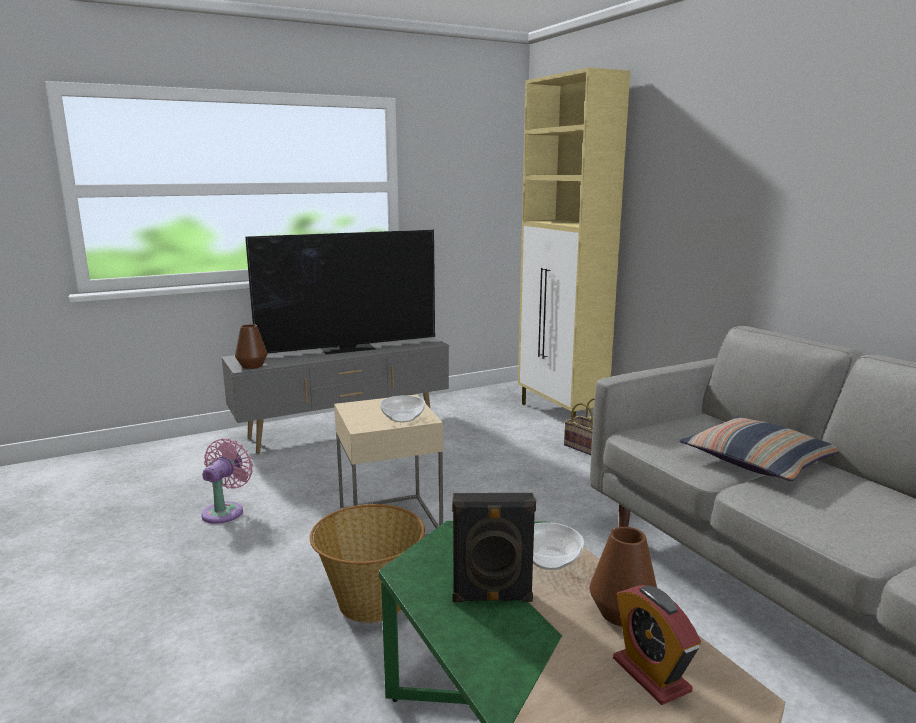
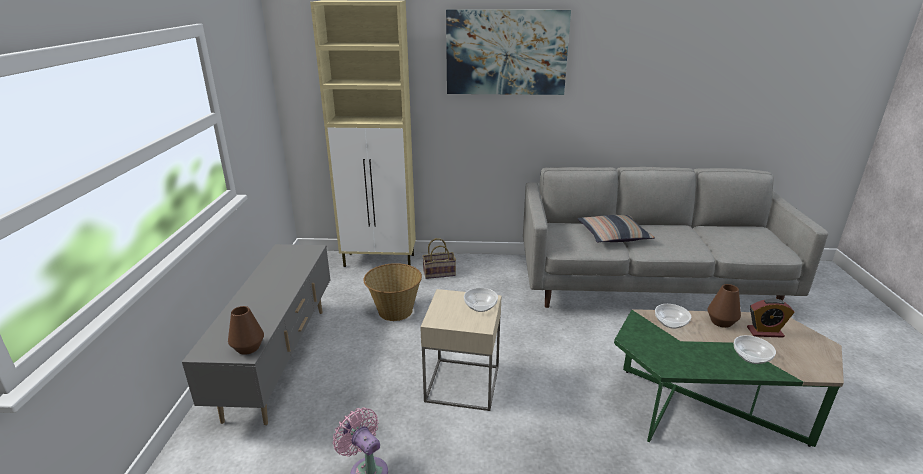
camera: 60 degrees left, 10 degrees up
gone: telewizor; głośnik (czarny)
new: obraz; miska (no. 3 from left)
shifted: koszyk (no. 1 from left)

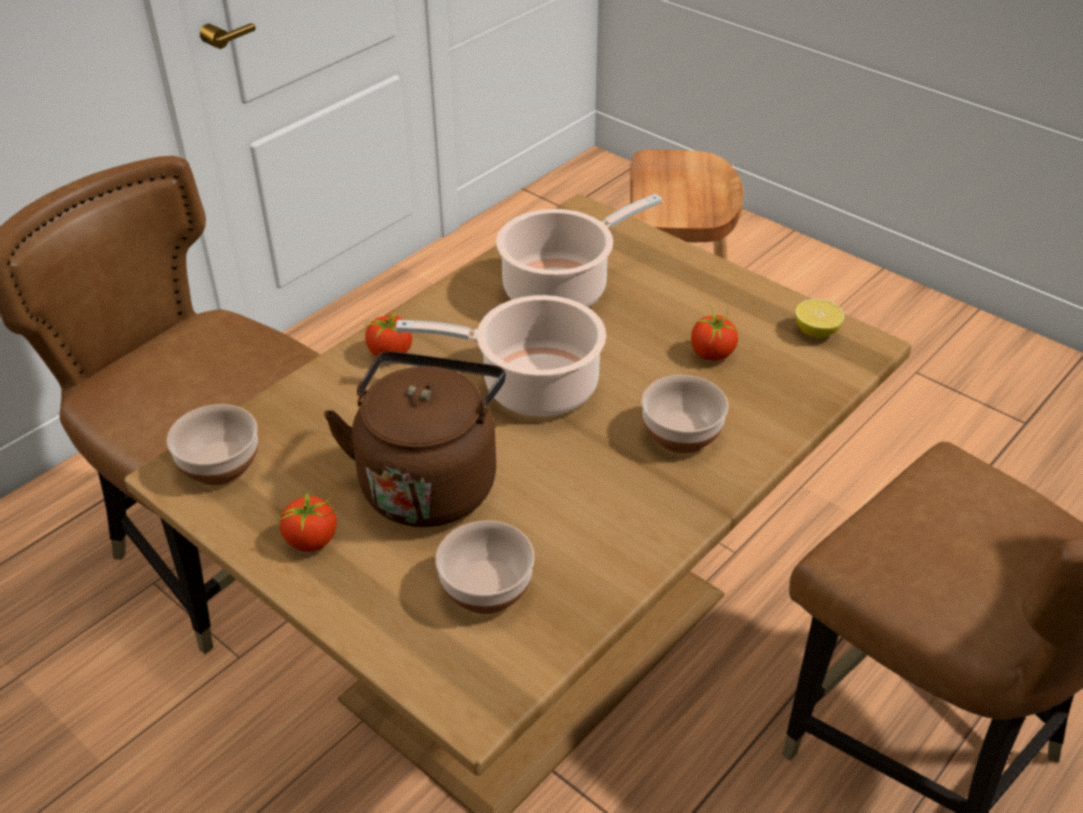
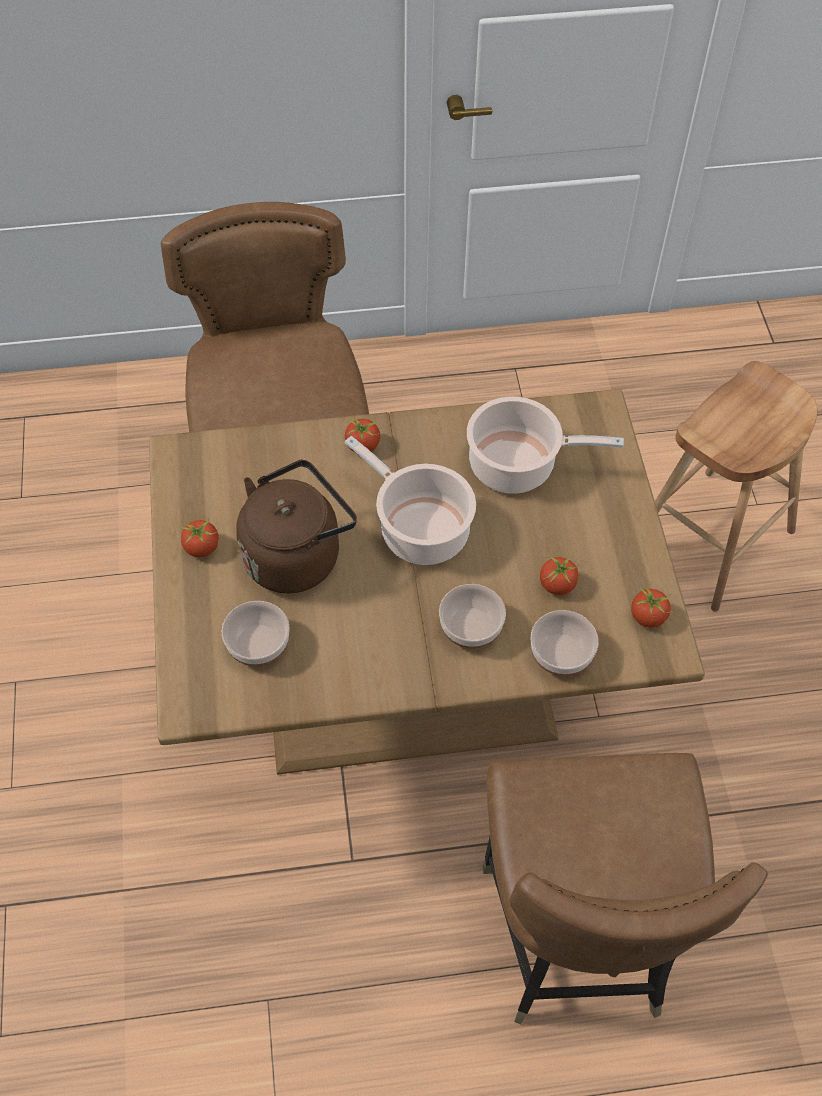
camera: 40 degrees right, 15 degrees up
shifted: miska (no. 1 from left in the first image) to miska (no. 3 from left)
swapped: cytryna to pomidor (no. 4 from left)

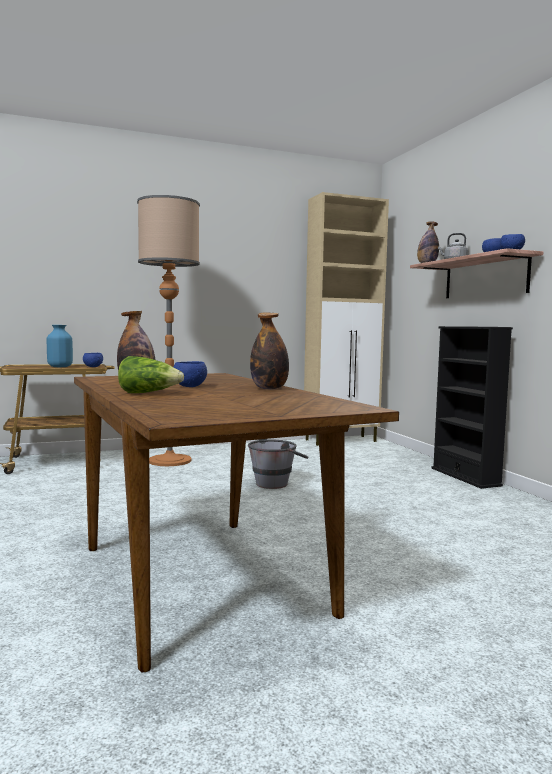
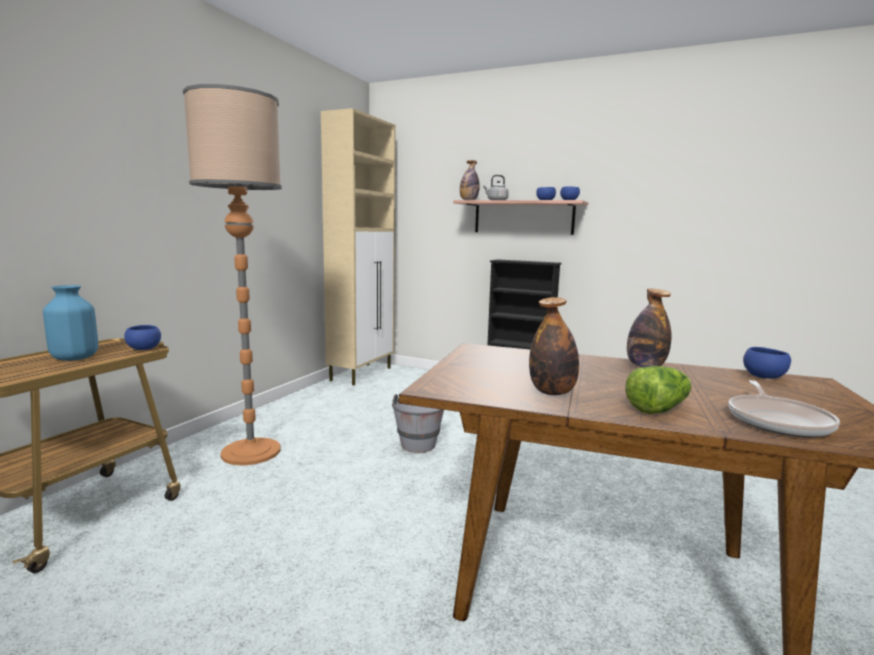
camera: 45 degrees left, 5 degrees up
new: patelnia
shifted: miska (niebieski) (no. 2 from left in the first image) to miska (niebieski) (no. 4 from left)

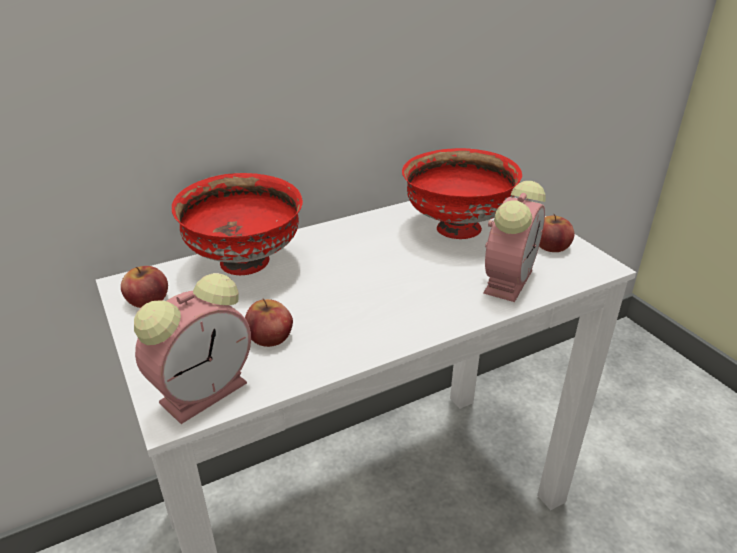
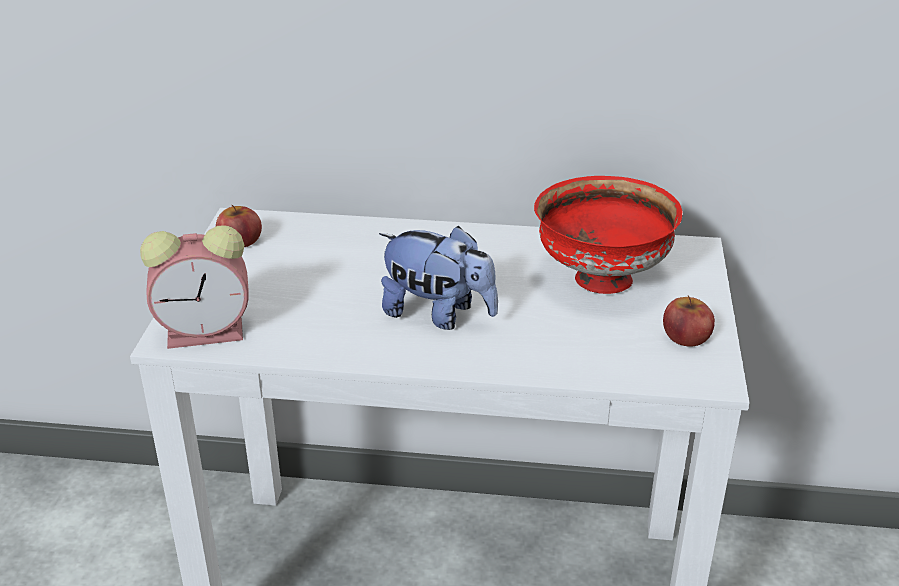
camera: 35 degrees right, 0 degrees up
gone: miska (czerwony) (no. 1 from left); jabłko (no. 2 from left); budzik (no. 2 from left)
new: pluszak

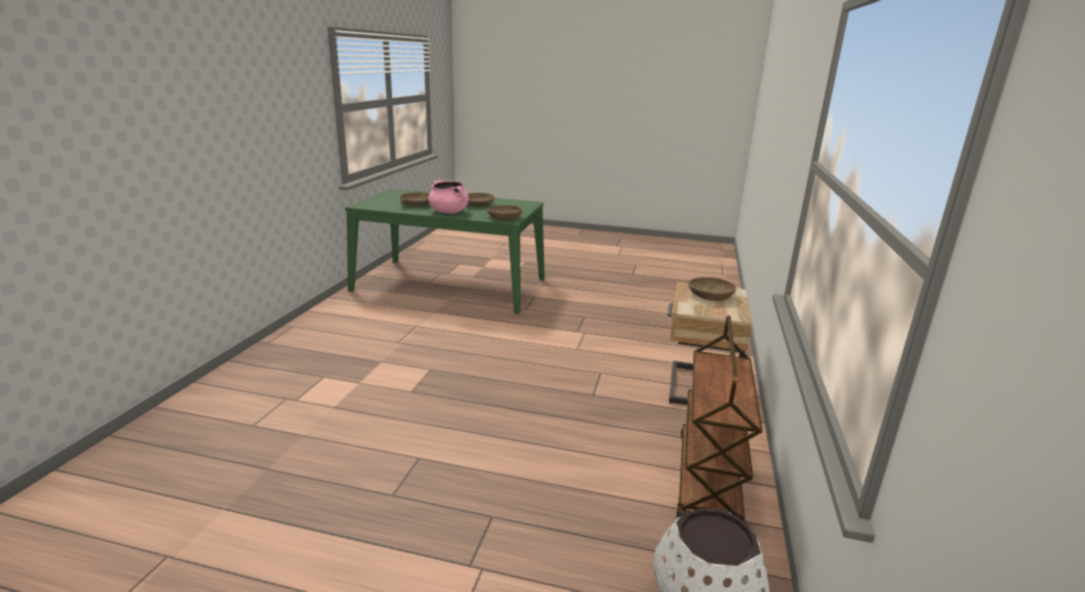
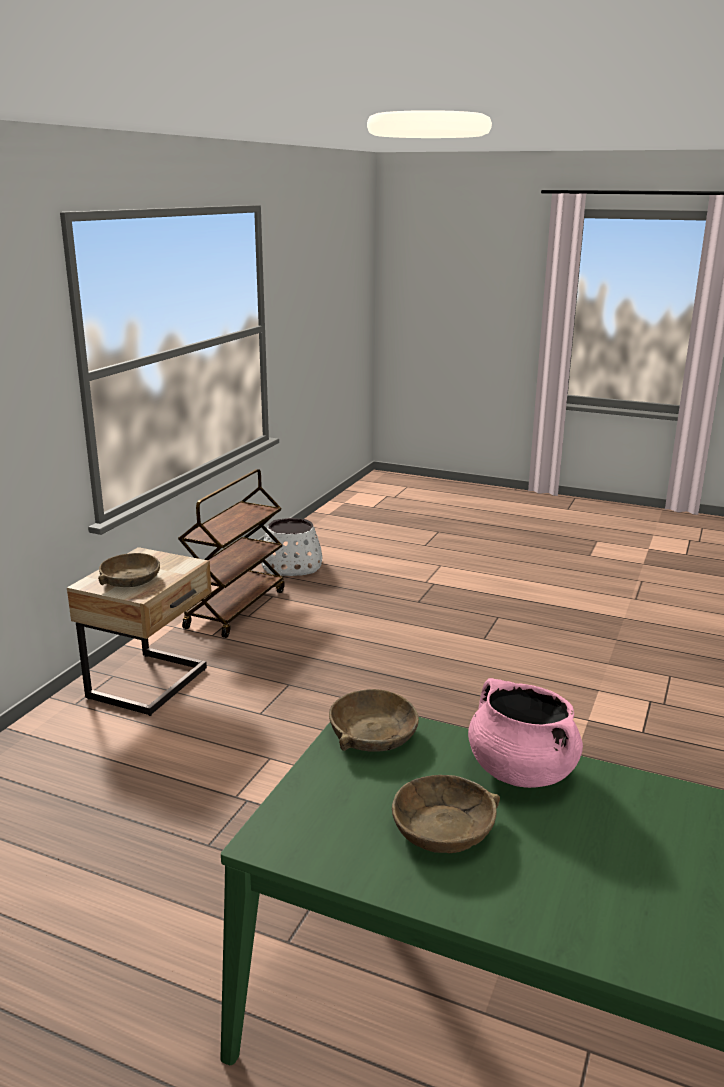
camera: 170 degrees left, 0 degrees up
gone: miska (brązowy) (no. 1 from left)

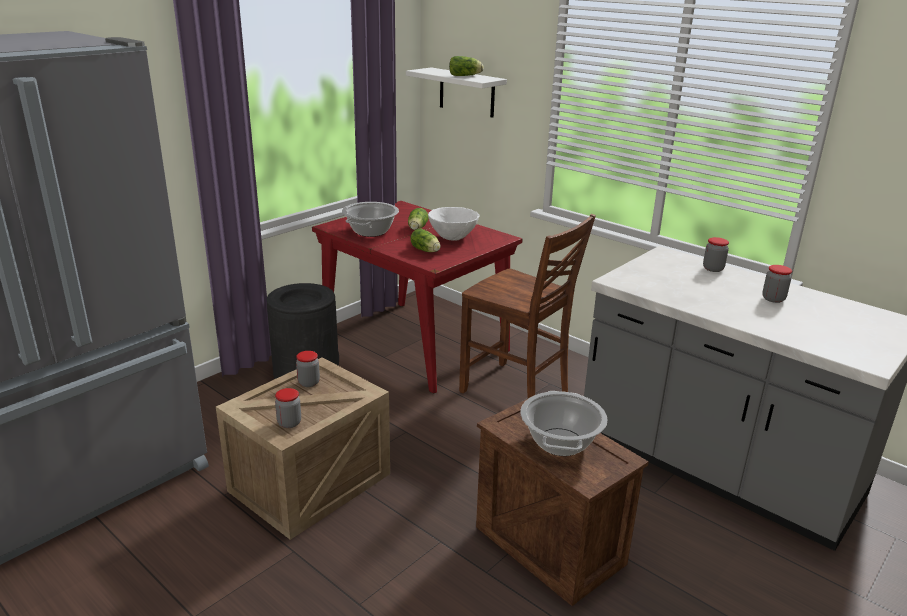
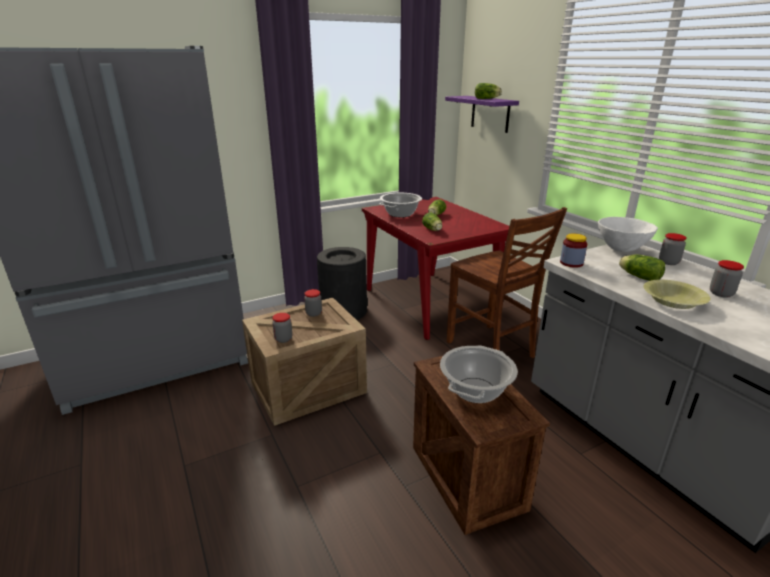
camera: 20 degrees right, 0 degrees up
new: słoik (no. 3 from left); sałata (no. 4 from left); miska (żółty)
shifted: miska (biały)
repainted: półka (biały) to półka (fioletowy)

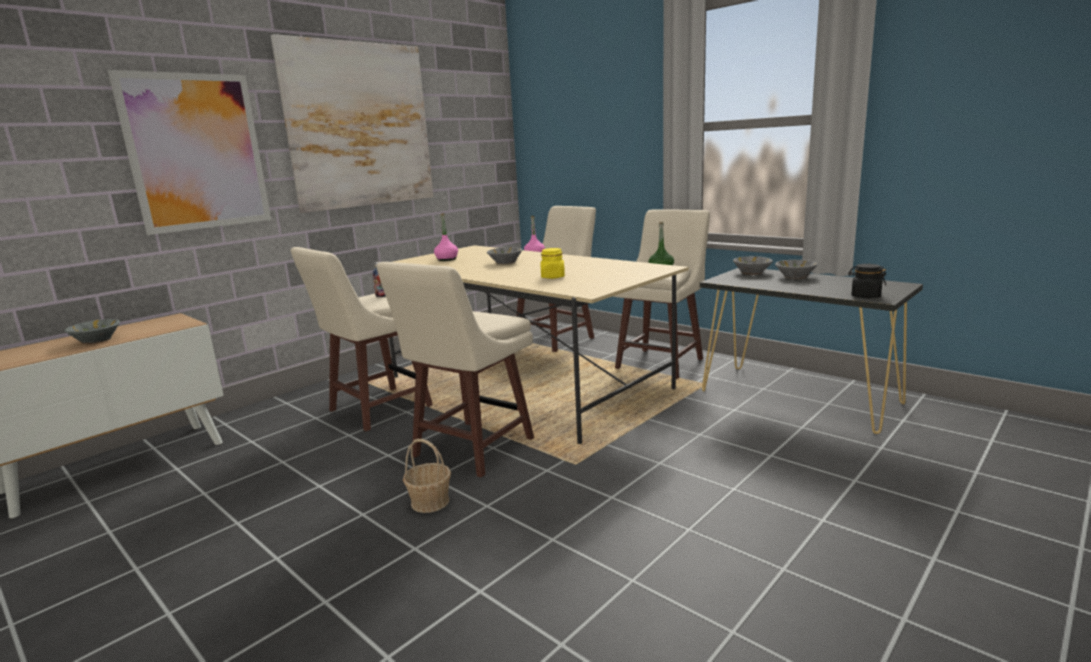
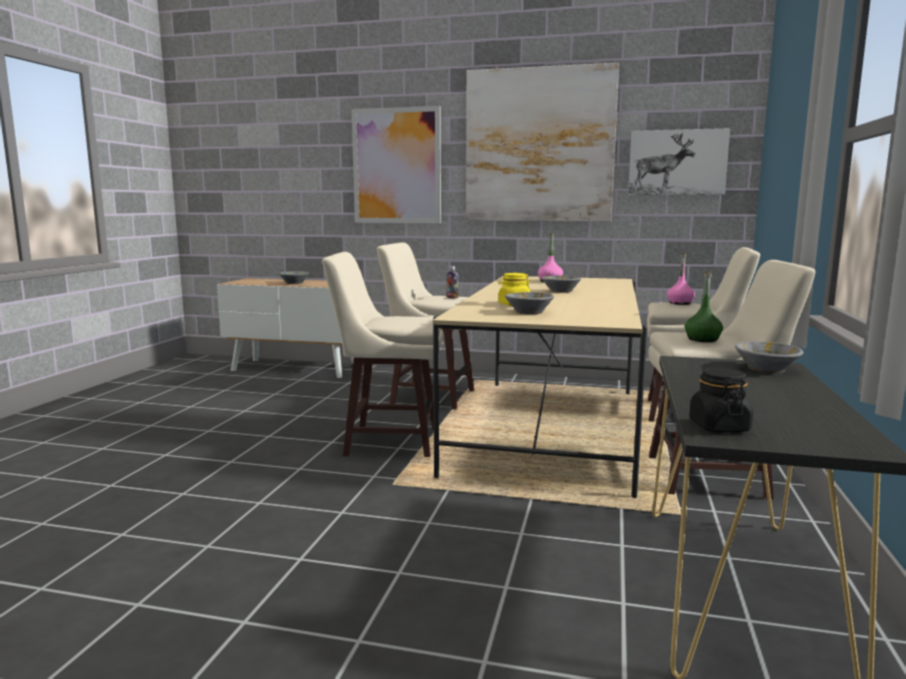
camera: 60 degrees right, 5 degrees down
gone: koszyk
new: obraz (no. 3 from left)
shifted: miska (szary) (no. 4 from left in the first image) to miska (szary) (no. 2 from left)

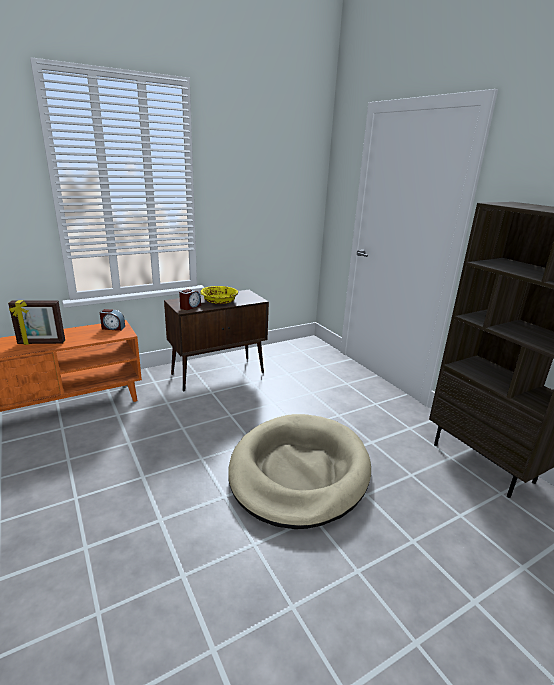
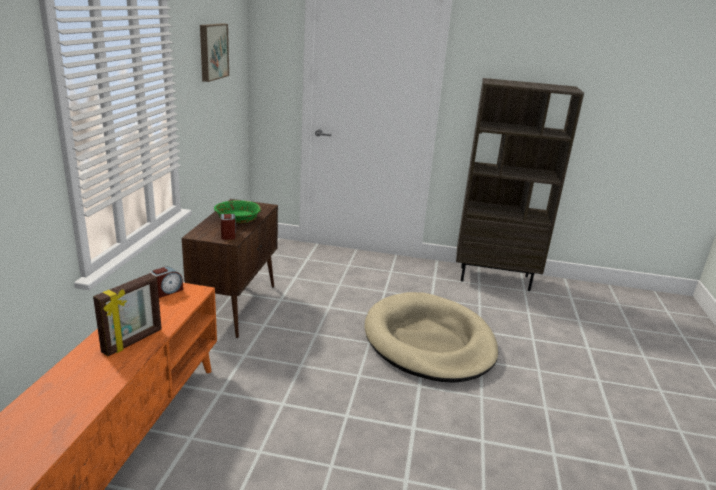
camera: 50 degrees left, 0 degrees up
new: obraz
repainted: miska (żółty) to miska (zielony)

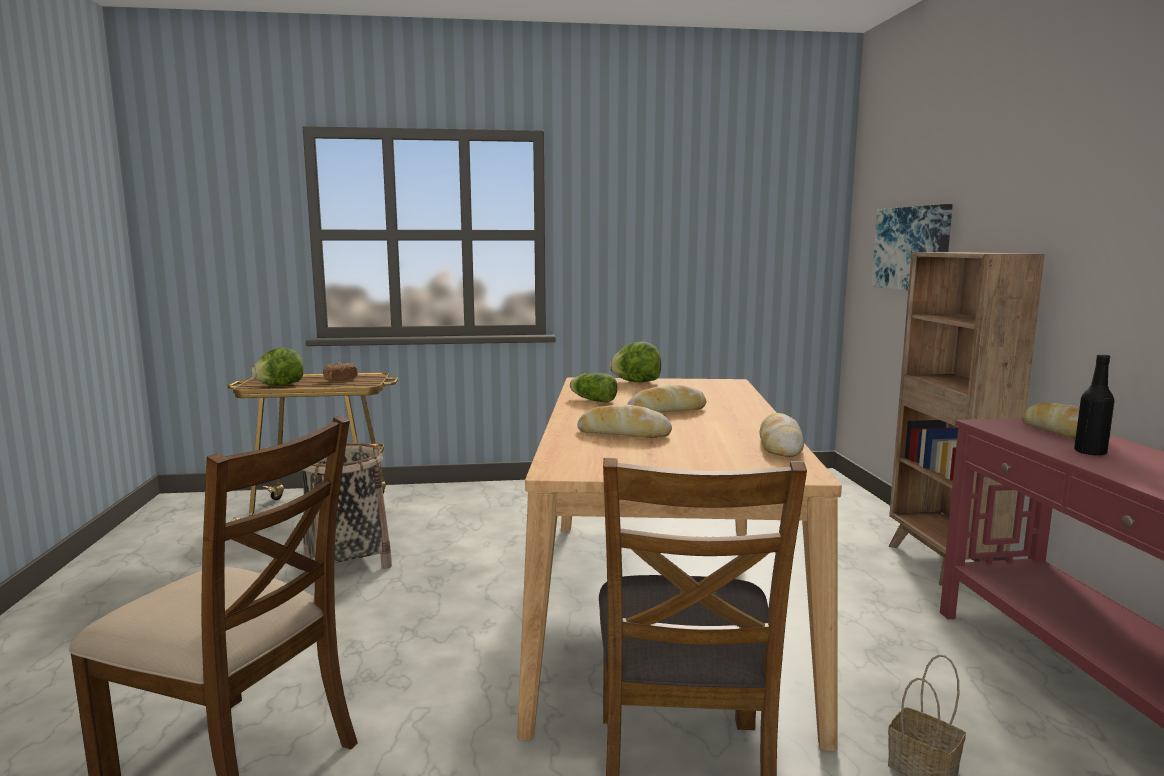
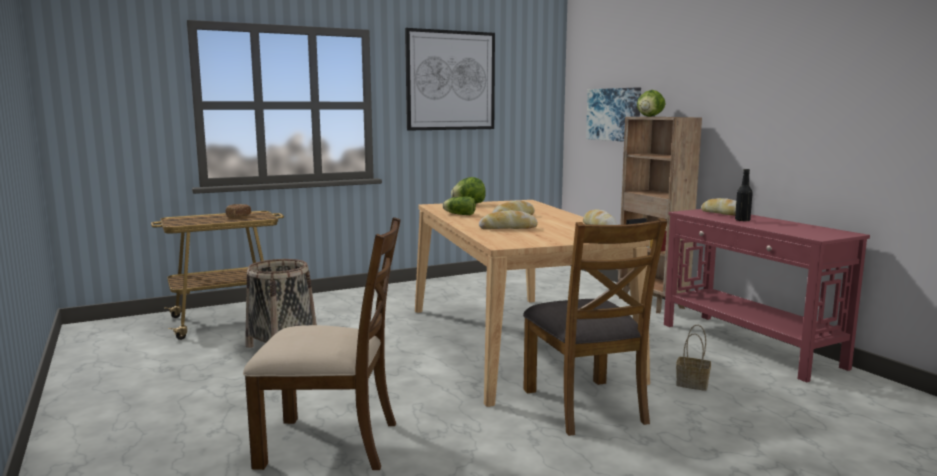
camera: 20 degrees left, 0 degrees up
new: obraz (no. 1 from left)
shifted: sałata (no. 1 from left in the first image) to sałata (no. 3 from left)

